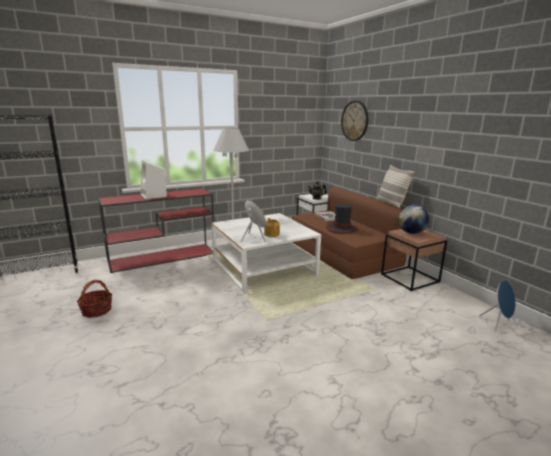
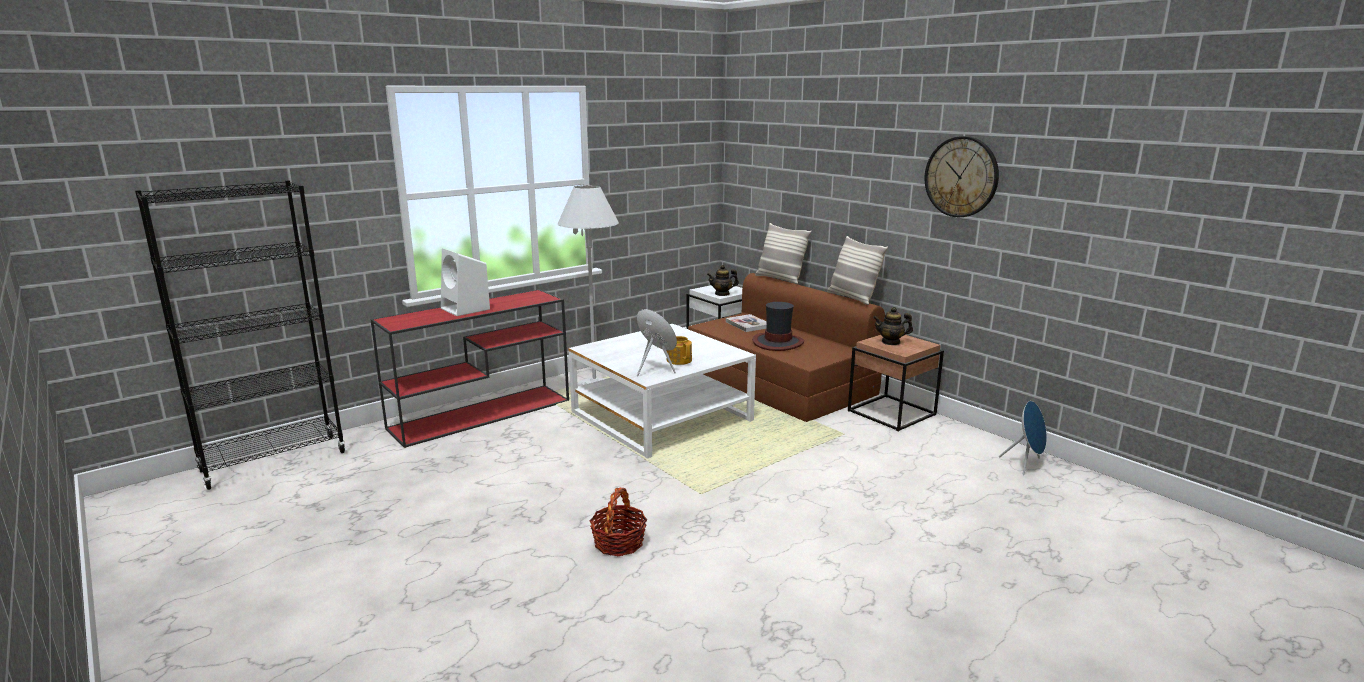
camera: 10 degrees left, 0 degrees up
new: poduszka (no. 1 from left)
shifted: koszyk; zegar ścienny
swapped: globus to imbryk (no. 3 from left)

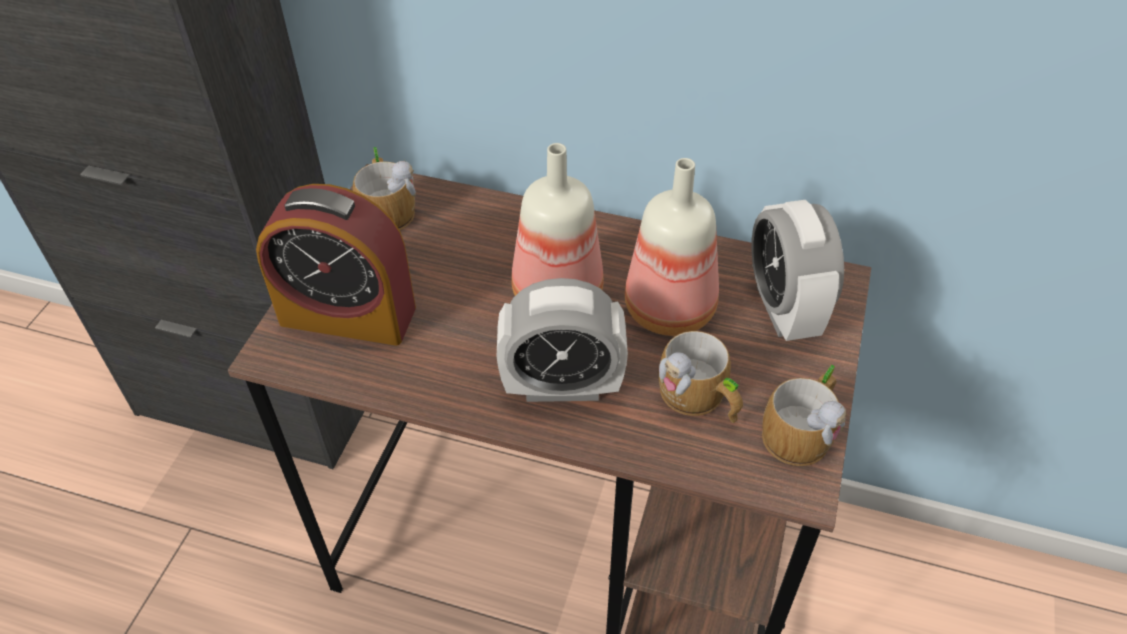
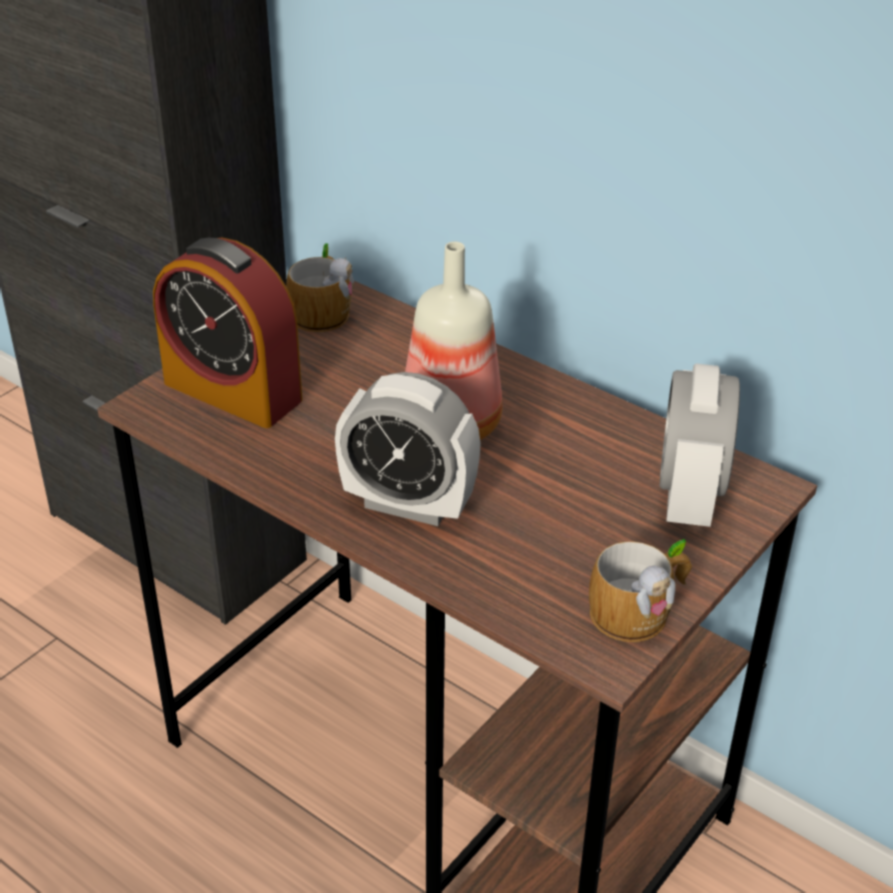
camera: 20 degrees right, 10 degrees down
gone: butelka (no. 2 from left); kubek (no. 2 from left)

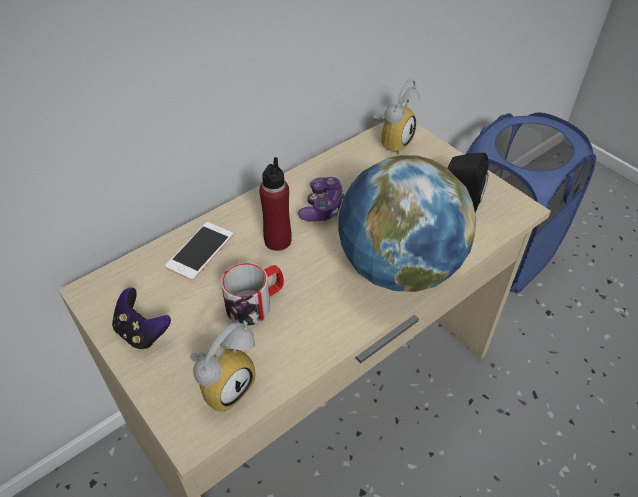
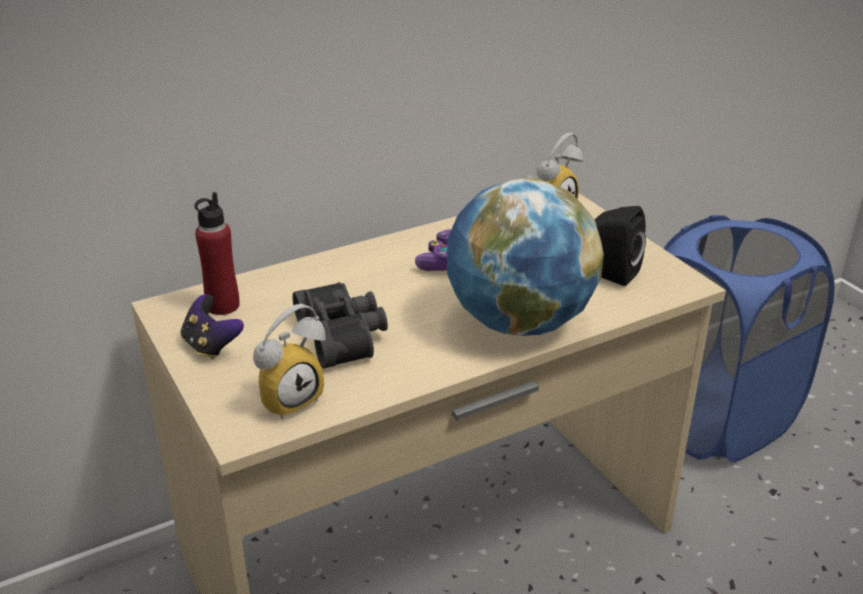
camera: 10 degrees right, 15 degrees down
gone: telefon
shifted: butelka (czerwony)
swapped: kubek to lornetka (czarny)

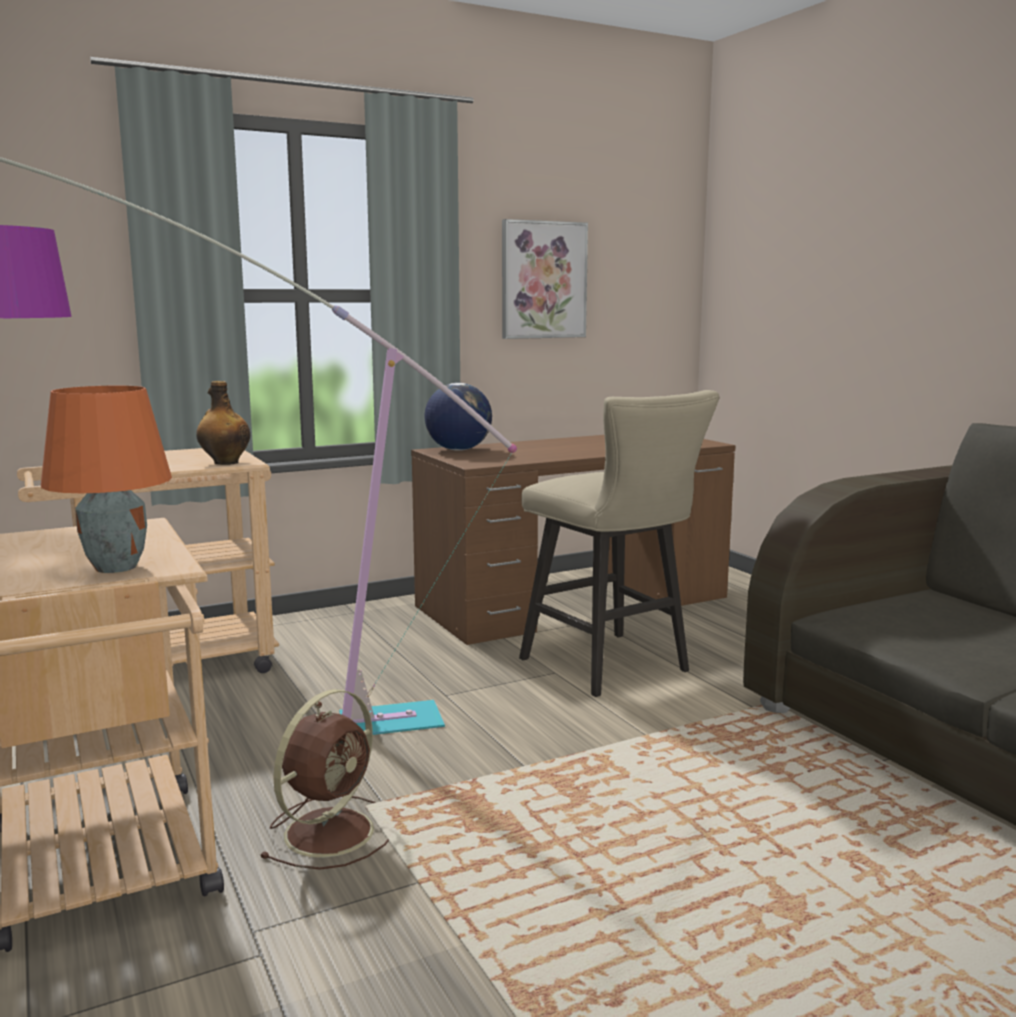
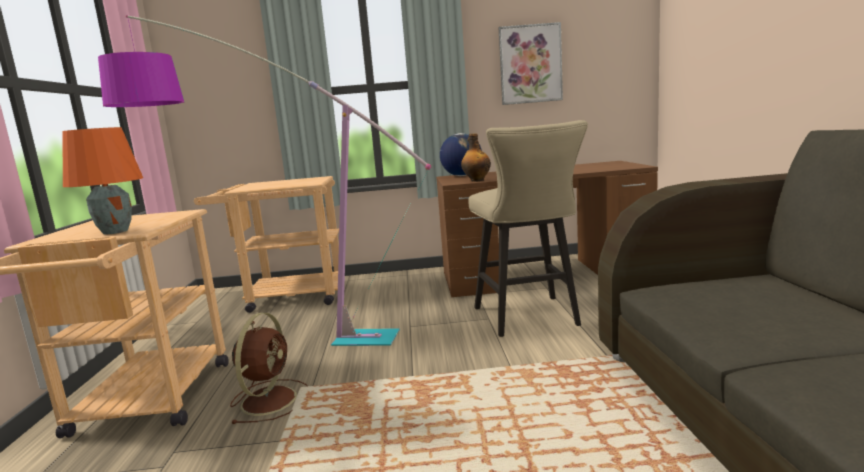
camera: 25 degrees right, 0 degrees up
shifted: butelka
rotated: wentylator (brązowy) 45 degrees counterclockwise

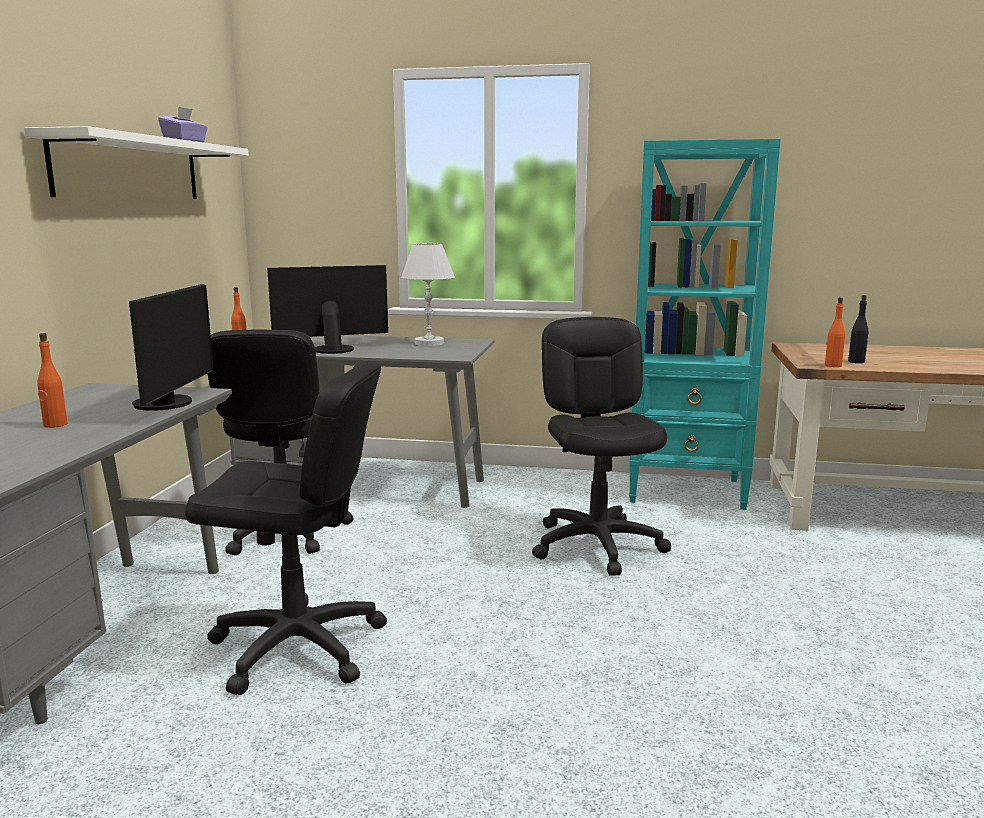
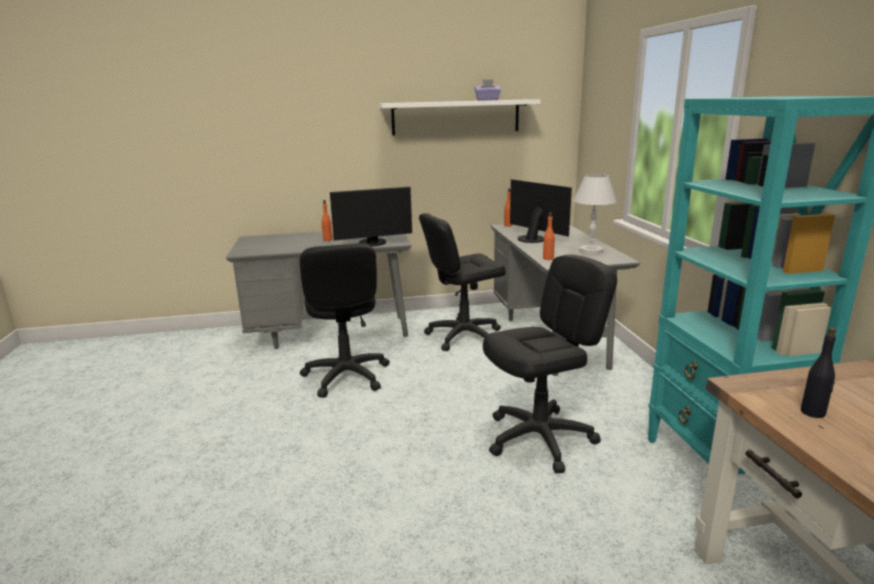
camera: 70 degrees right, 5 degrees up
shifted: butelka (pomarańczowy) (no. 3 from left)

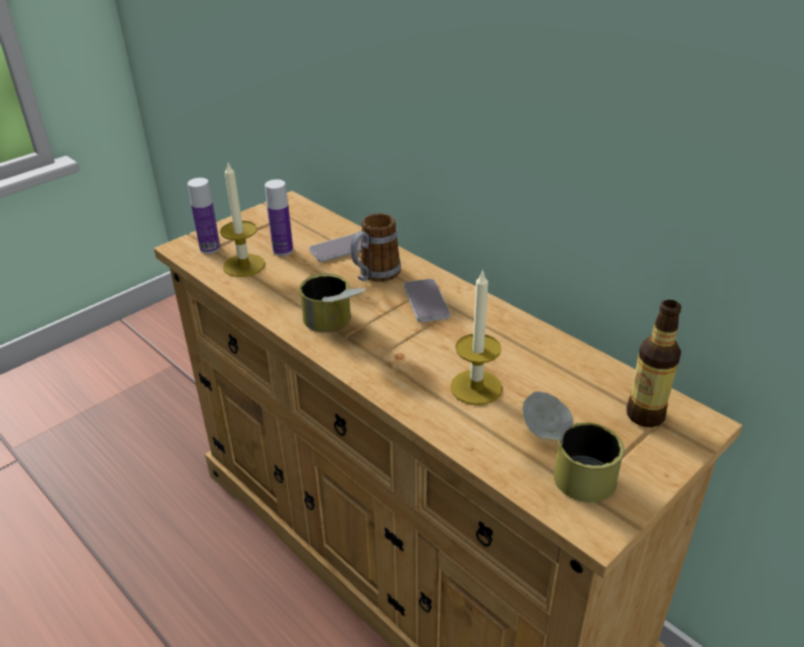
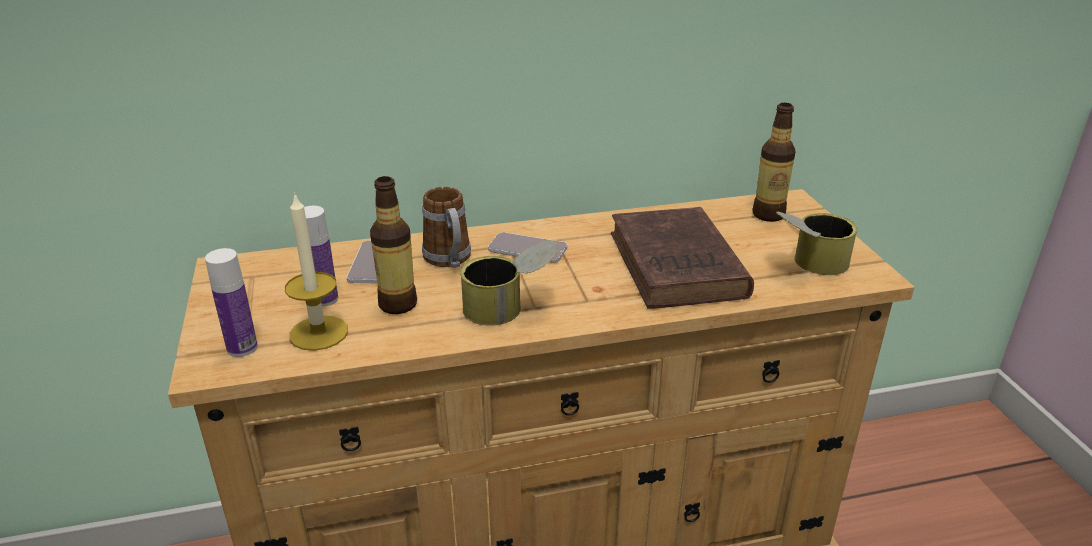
camera: 60 degrees left, 5 degrees down
new: butelka (no. 3 from left)
swapped: świeca (no. 2 from left) to książka (brązowy)

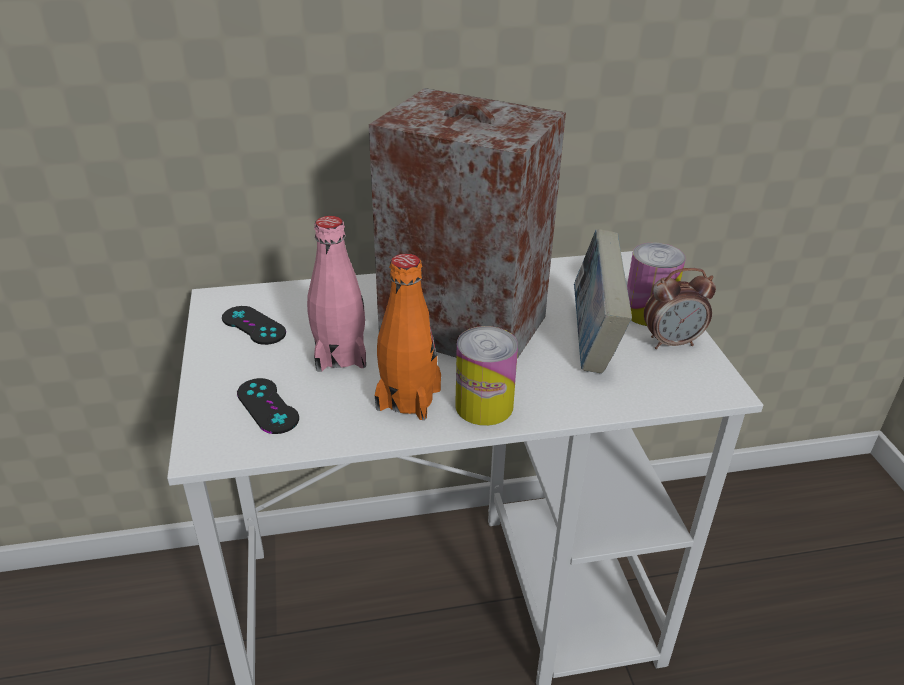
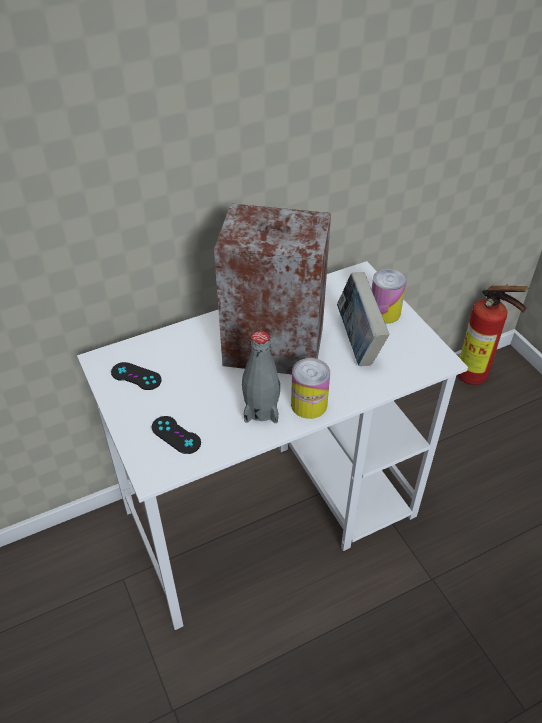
camera: 15 degrees left, 10 degrees up
gone: butelka (różowy); budzik
new: gaśnica
repainted: butelka (pomarańczowy) to butelka (szary)

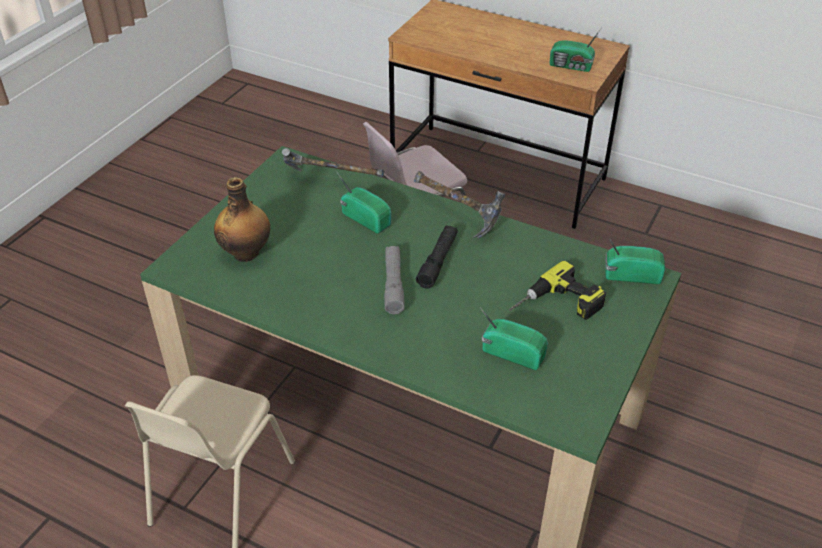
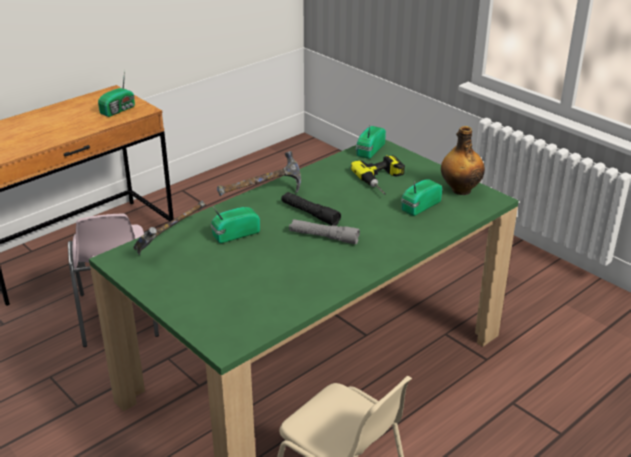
camera: 70 degrees left, 10 degrees down
shifted: butelka

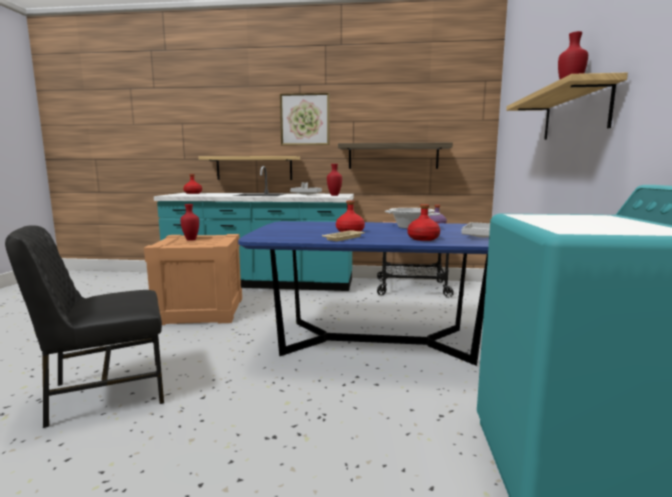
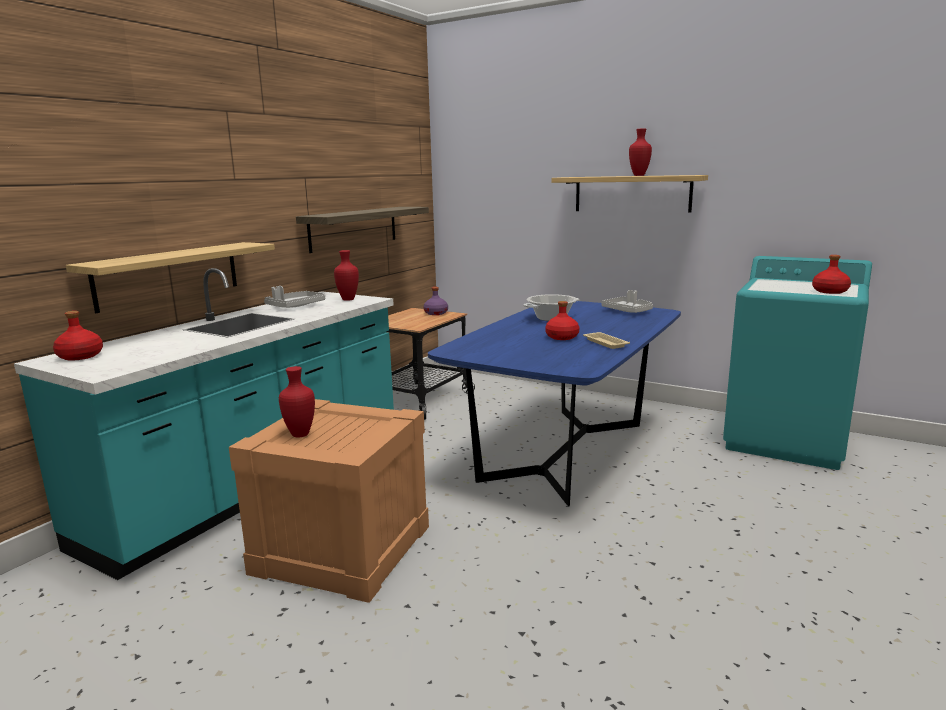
camera: 65 degrees left, 5 degrees up
gone: krzesło (czarny); obraz
shifted: butelka (czerwony) (no. 3 from left)

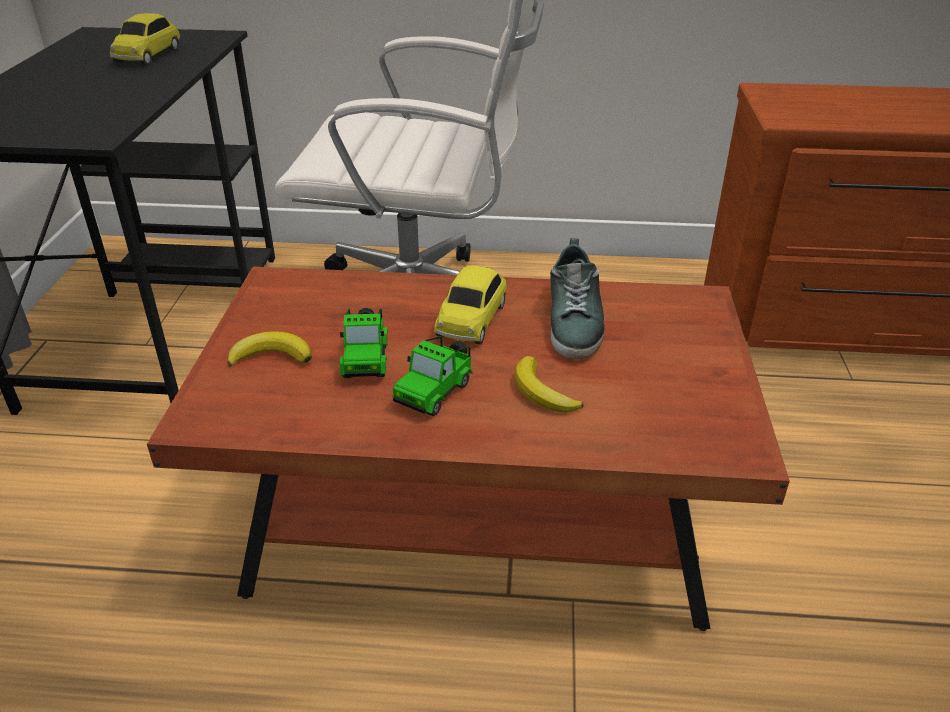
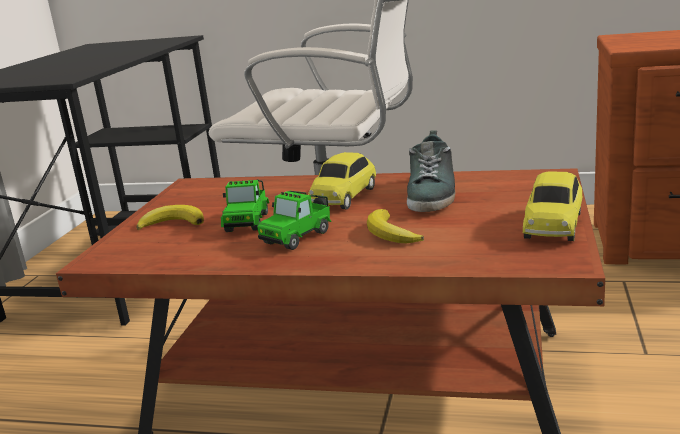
camera: 10 degrees right, 15 degrees down
shifted: samochodzik (no. 1 from left in the first image) to samochodzik (no. 4 from left)

